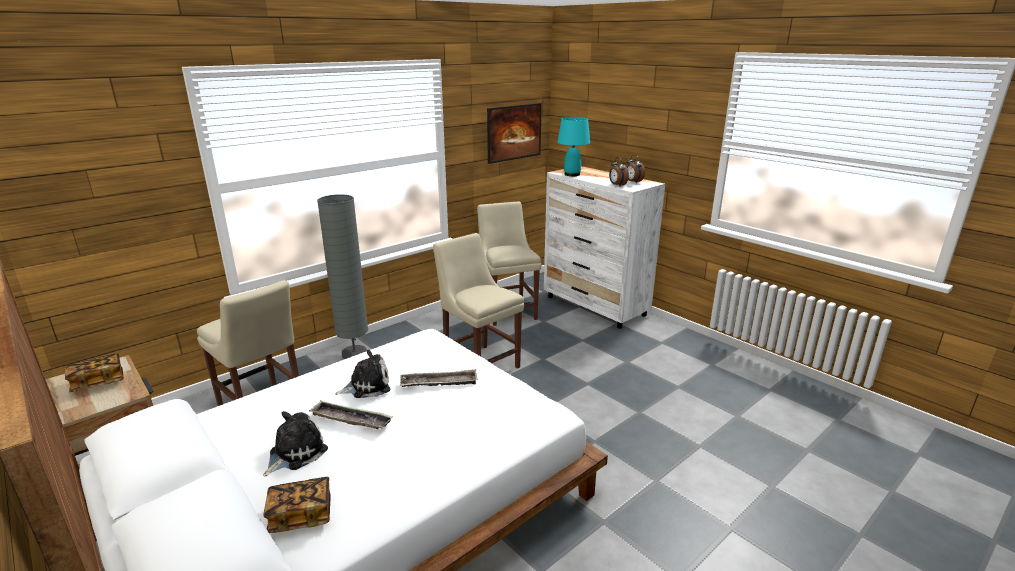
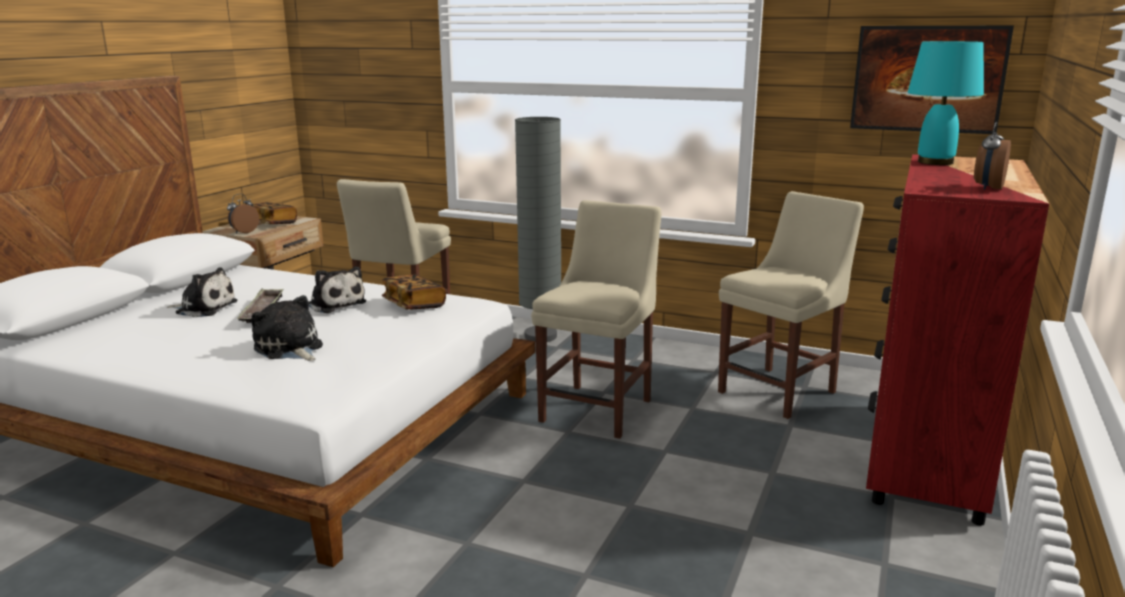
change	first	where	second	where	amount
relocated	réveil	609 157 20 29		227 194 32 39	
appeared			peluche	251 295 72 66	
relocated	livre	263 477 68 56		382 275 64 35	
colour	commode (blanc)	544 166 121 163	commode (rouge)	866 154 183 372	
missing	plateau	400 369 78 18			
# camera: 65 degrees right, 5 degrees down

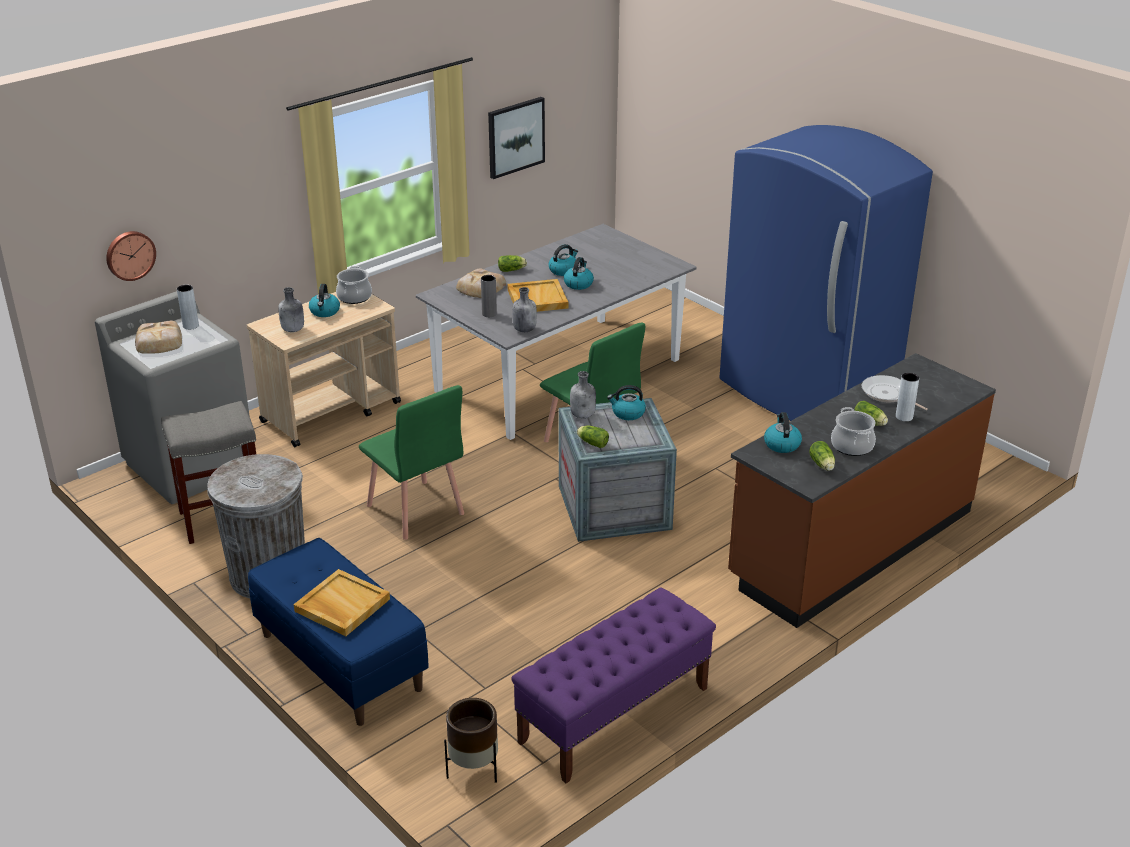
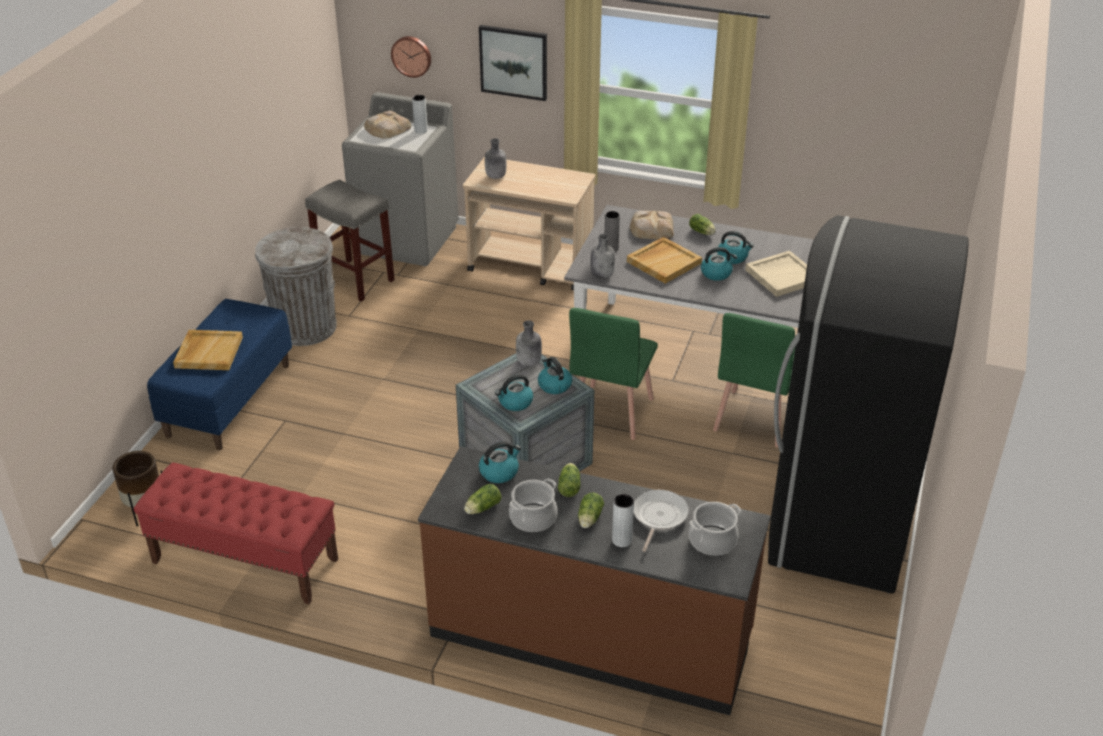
change	first	where	second	where	amount
colour	banc (violet)	511 587 205 196	banc (rouge)	134 462 204 143	
relocated	tableau	488 97 57 82		479 25 68 76	
relocated	bouilloire	309 284 31 33		495 374 38 37	
relocated	laitue	577 425 32 23		558 463 23 34	
relocated	marmite	336 266 36 38		689 502 52 54	
relocated	chaise (vert)	359 385 105 155		713 313 82 135	
appeared			plateau (beige)	745 251 62 46	
colour	réfrigérateur (bleu)	719 125 214 296	réfrigérateur (noir)	768 215 201 378	
# camera: 60 degrees right, 5 degrees up

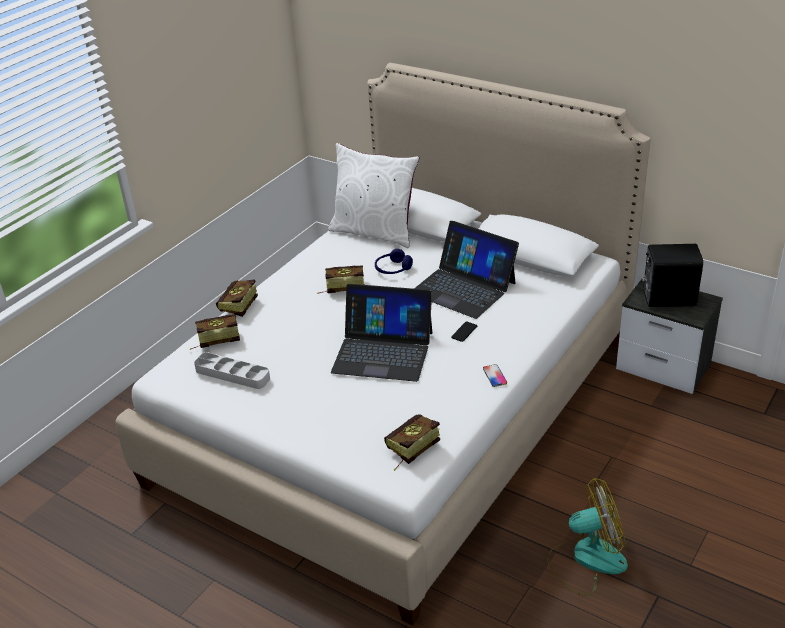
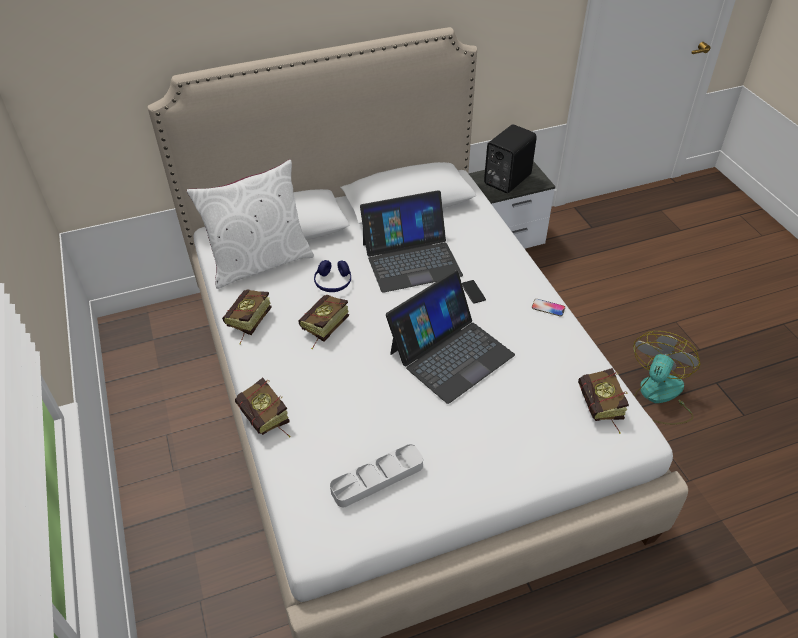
change	first	where	second	where	amount
relocated	livre	190 314 50 36		222 289 50 56	
# camera: 55 degrees left, 10 degrees up

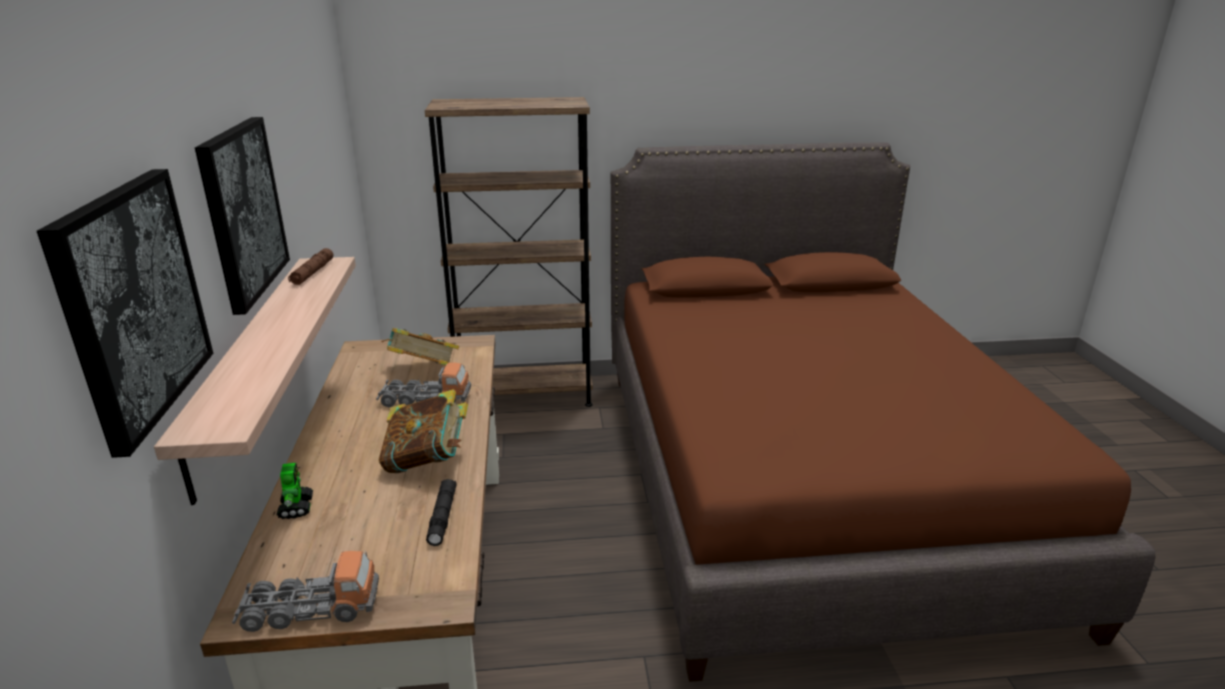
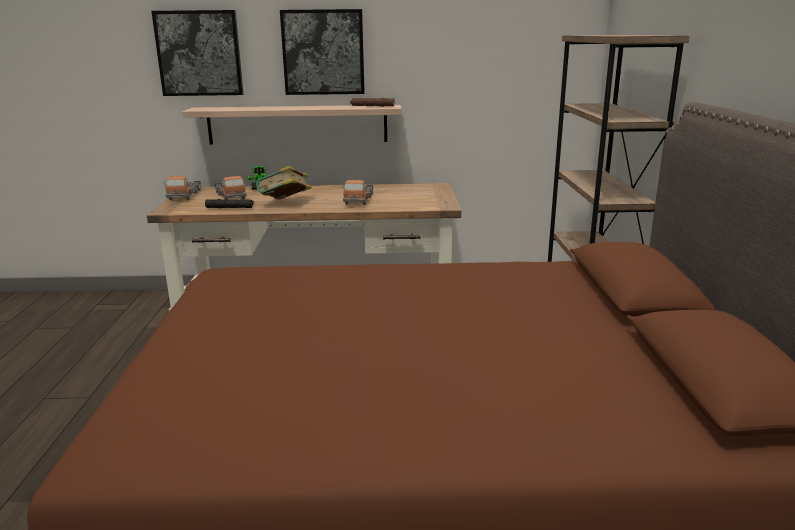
change	first	where	second	where	amount
appeared			camion jouet	215 176 32 24	
missing	livre	381 328 78 37			
# camera: 95 degrees right, 5 degrees down

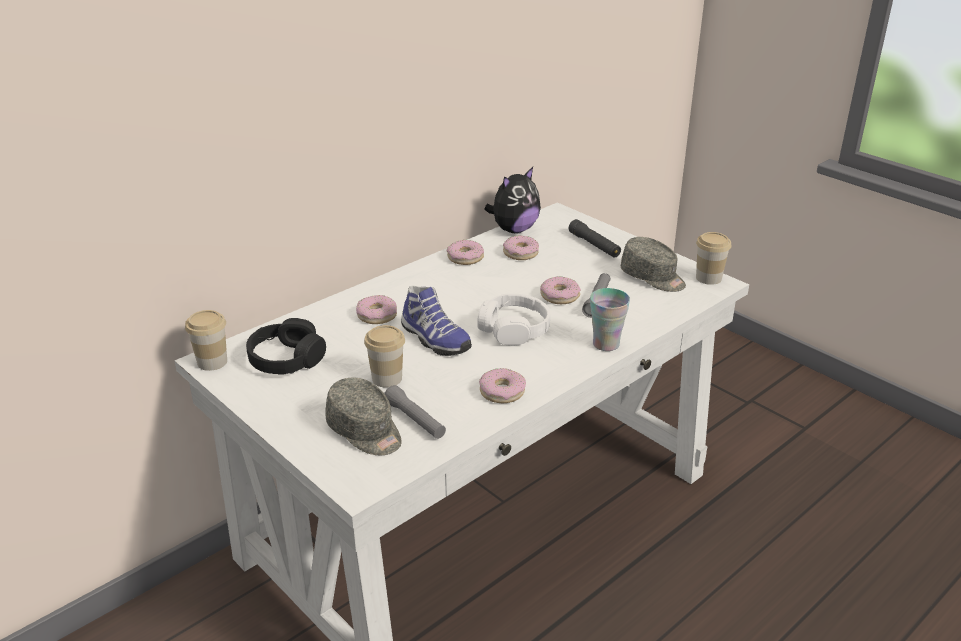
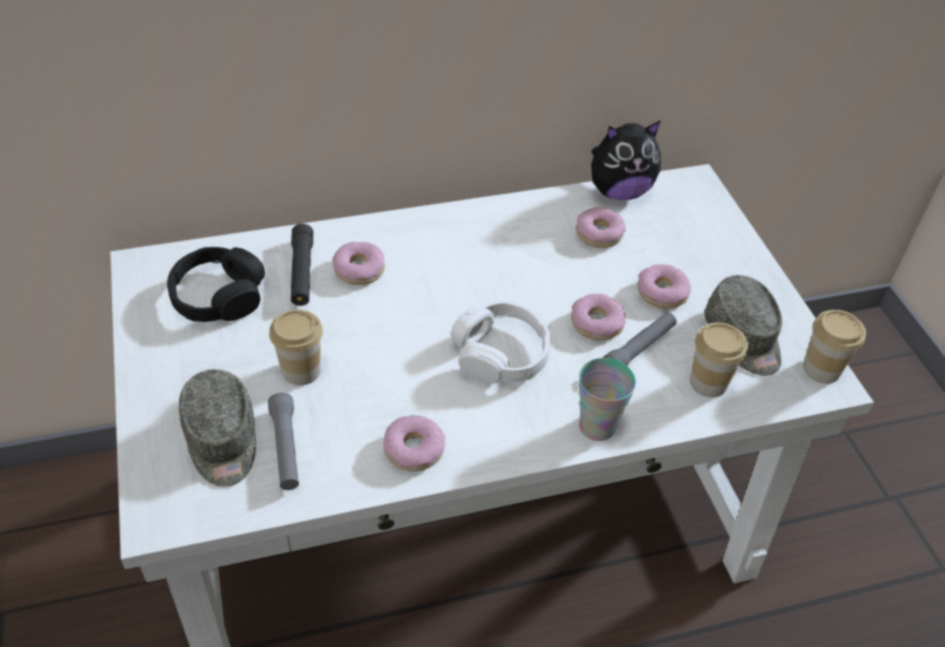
change	first	where	second	where	amount
relocated	lampe de poche (noir)	569 219 52 39		291 224 22 82	
relocated	beignet	447 240 37 25		637 264 54 44	
relocated	tasse	185 310 42 61		690 322 58 75	
missing	chaussure	401 286 71 70			
# camera: 25 degrees right, 15 degrees up

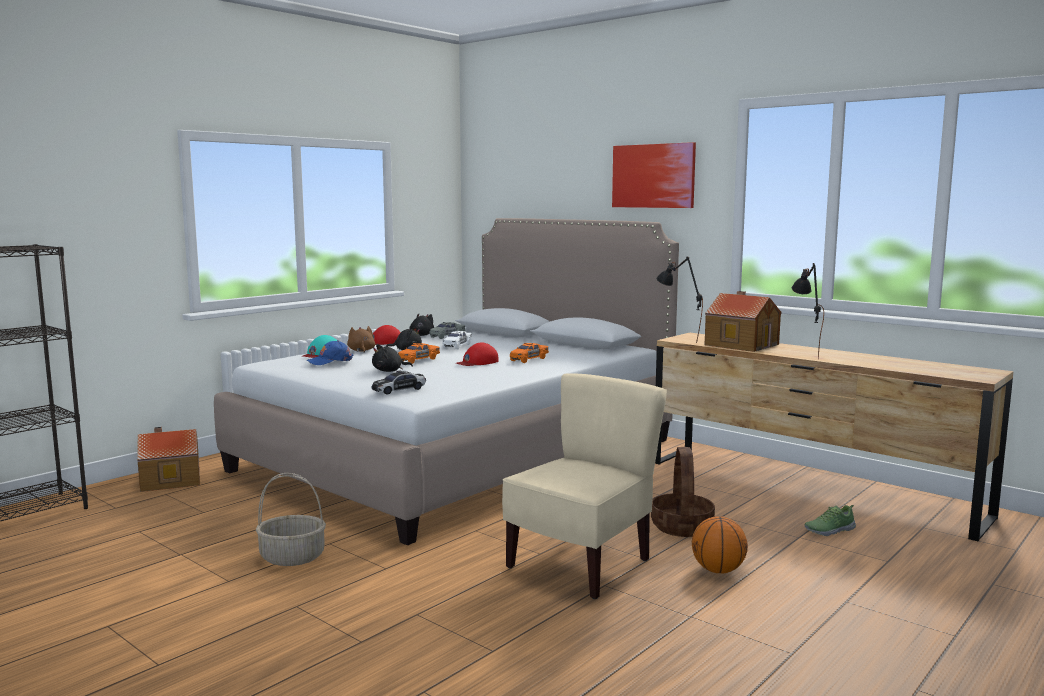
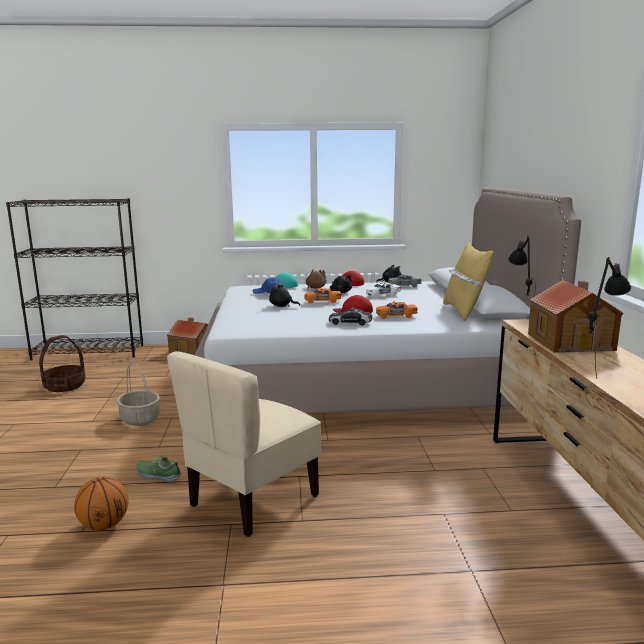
change	first	where	second	where	amount
relocated	panier	651 447 64 90		39 335 47 57	
relocated	ballon de basket	692 516 56 58		74 476 54 54	
relocated	chaussure	805 505 51 31		136 456 46 27	
spun	chaise (beige)	502 373 165 226		167 352 154 185	135 degrees clockwise
relocated	petite voiture	372 370 54 25		329 308 44 17	
appeared			coussin (jaune)	443 242 50 79	
missing	tableau	612 142 84 66			
# camera: 45 degrees right, 5 degrees up

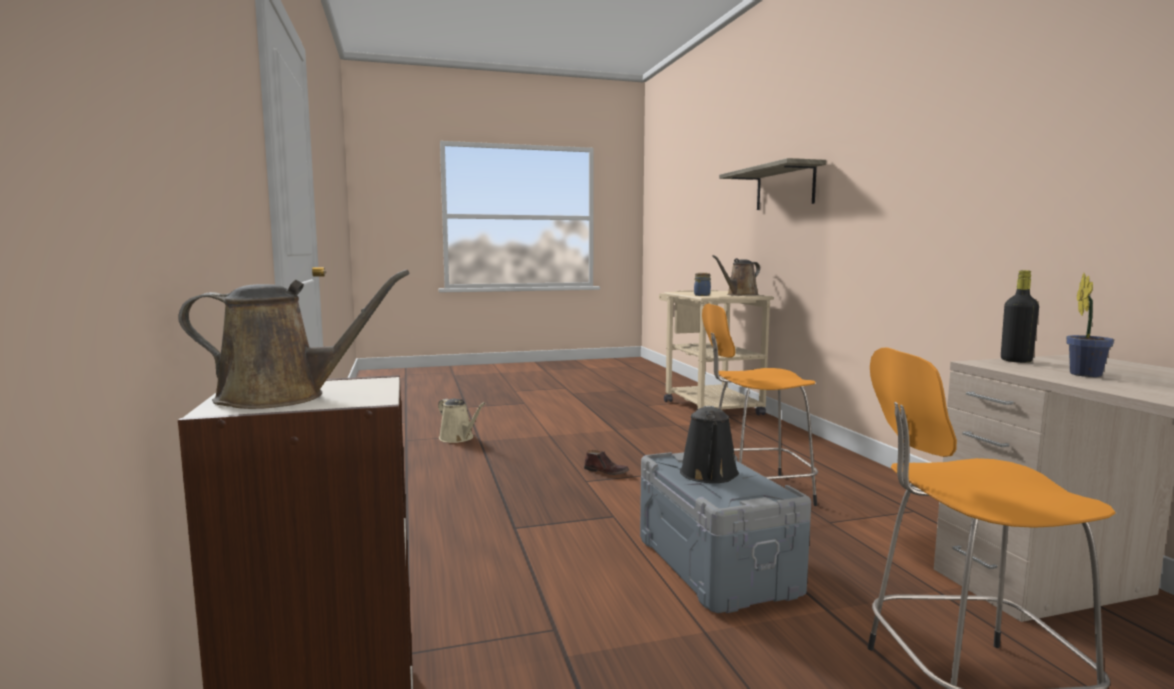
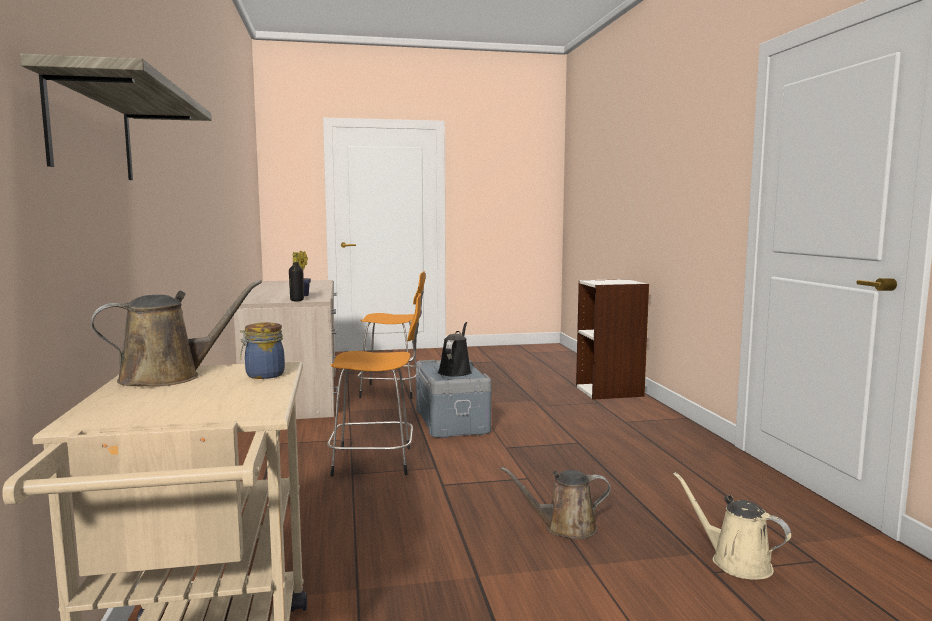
change	first	where	second	where	amount
relocated	arrosoir (marron)	178 269 232 140		500 467 111 72	
missing	chaussure (marron)	584 450 45 25			
# camera: 175 degrees left, 0 degrees up

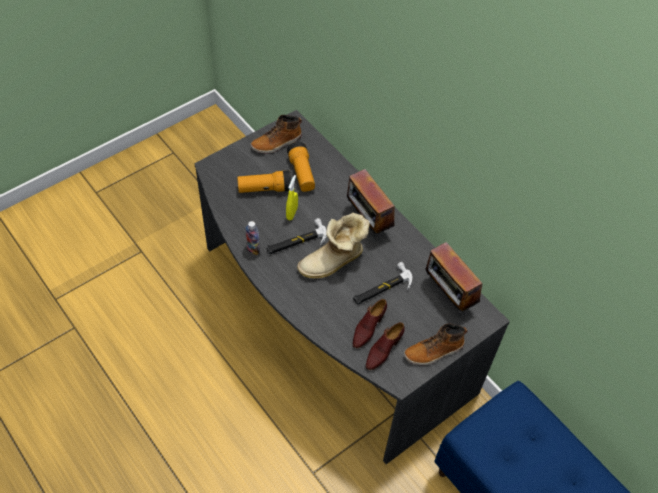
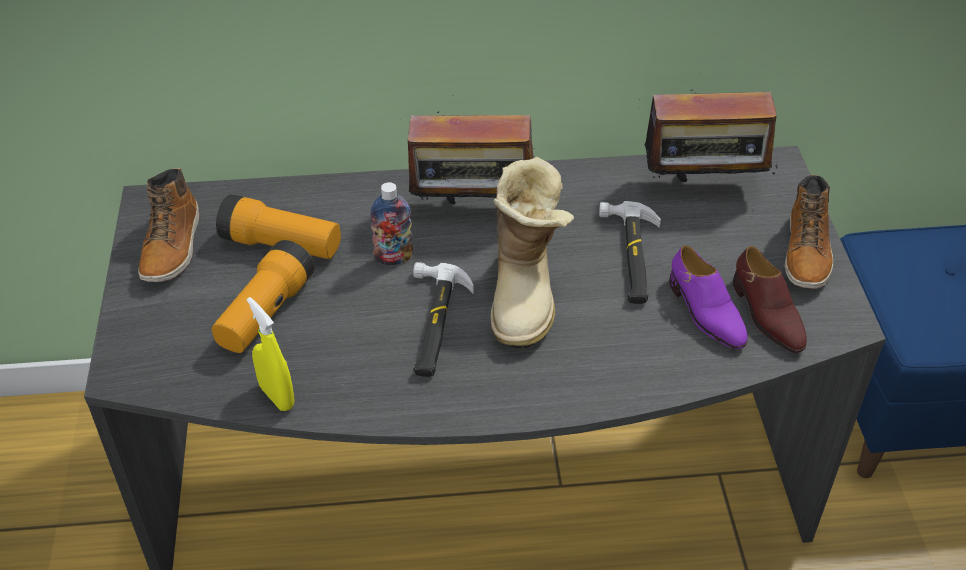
change	first	where	second	where	amount
relocated	vaporisateur (jaune)	286 175 12 45		247 297 47 114	
relocated	bouteille	245 221 15 34		370 182 43 83	
colour	chaussure (marron)	352 299 35 49	chaussure (violet)	669 245 79 104	
# camera: 55 degrees left, 10 degrees down

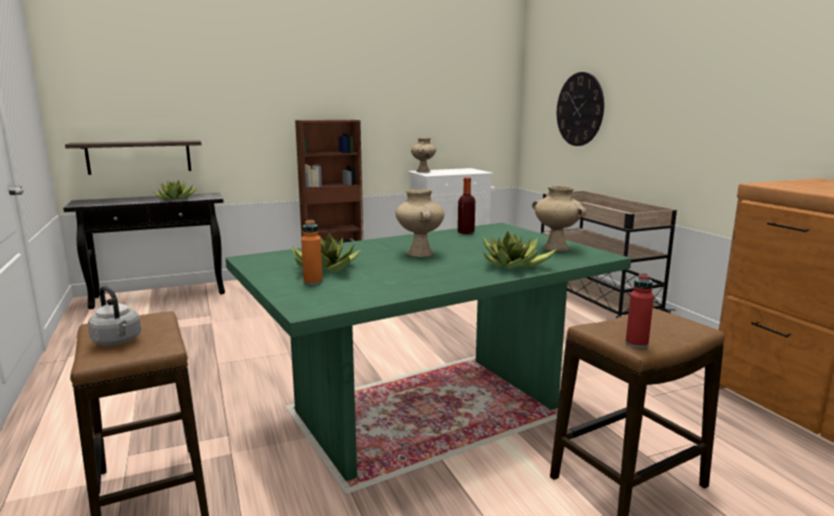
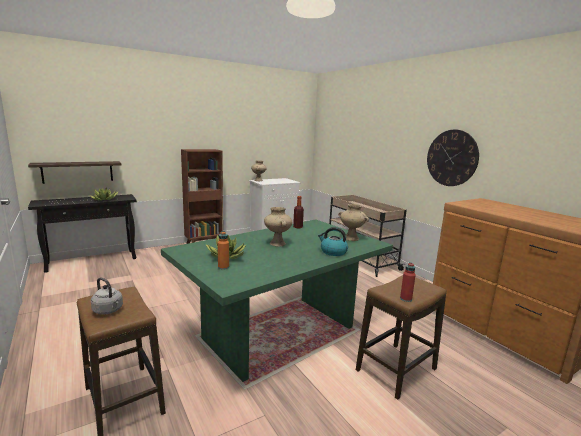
change	first	where	second	where	amount
exchanged	plante en pot	482 230 75 39	bouilloire	318 227 30 29	
relocated	horloge murale	557 72 47 74		427 130 52 56	
# camera: 10 degrees left, 0 degrees up

